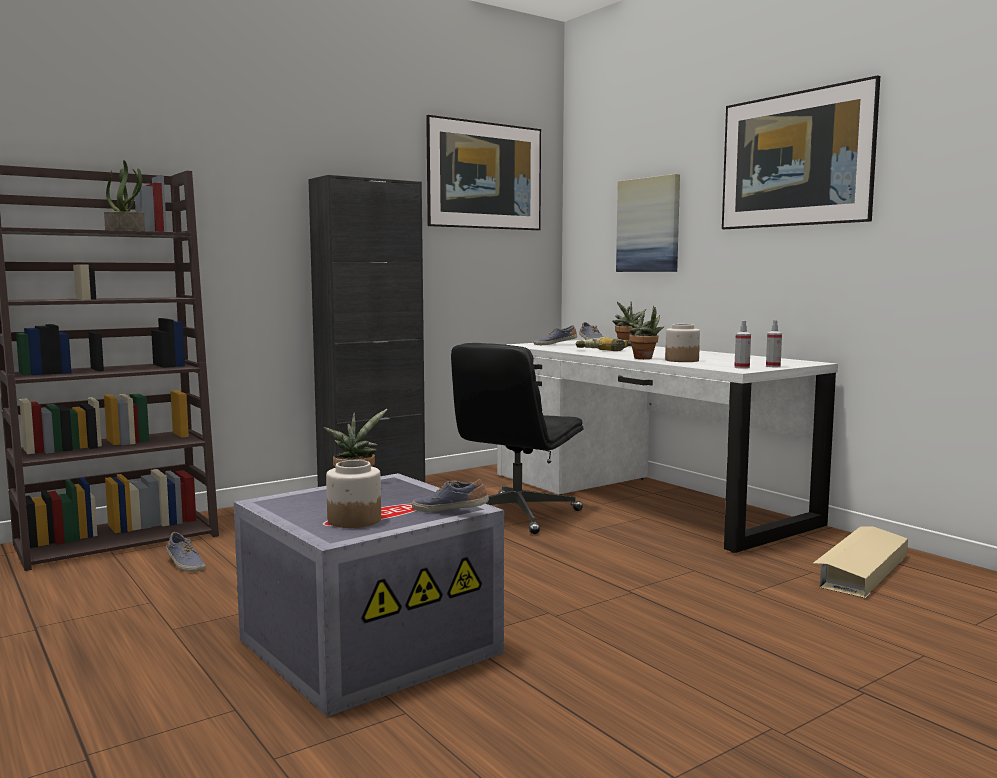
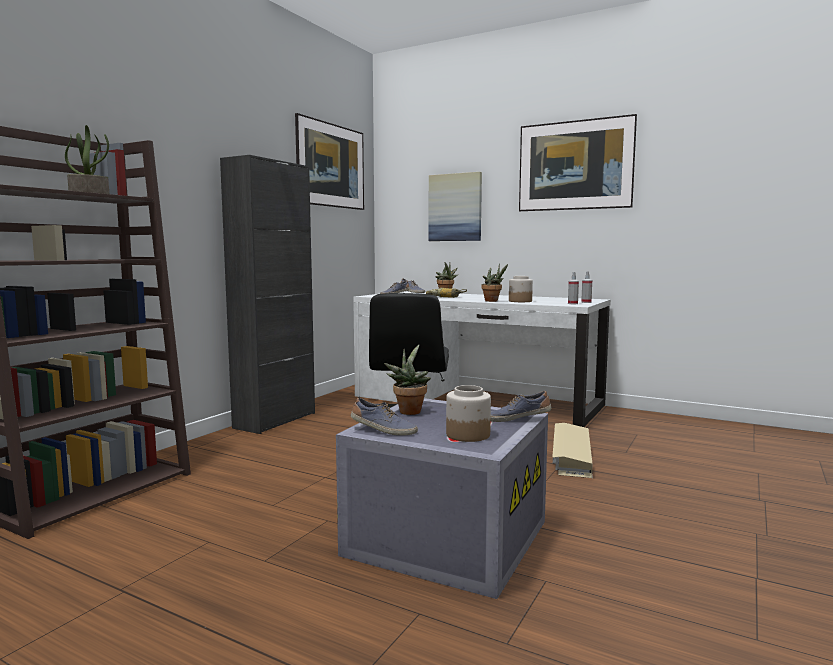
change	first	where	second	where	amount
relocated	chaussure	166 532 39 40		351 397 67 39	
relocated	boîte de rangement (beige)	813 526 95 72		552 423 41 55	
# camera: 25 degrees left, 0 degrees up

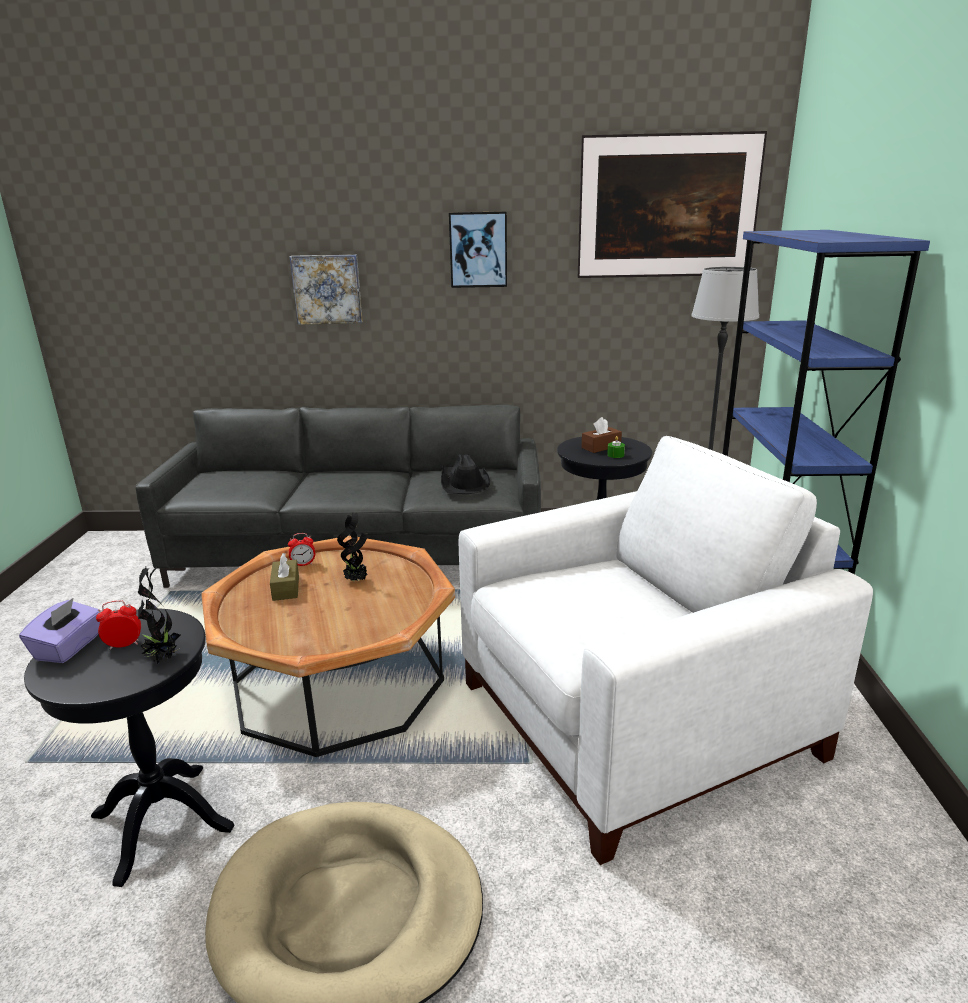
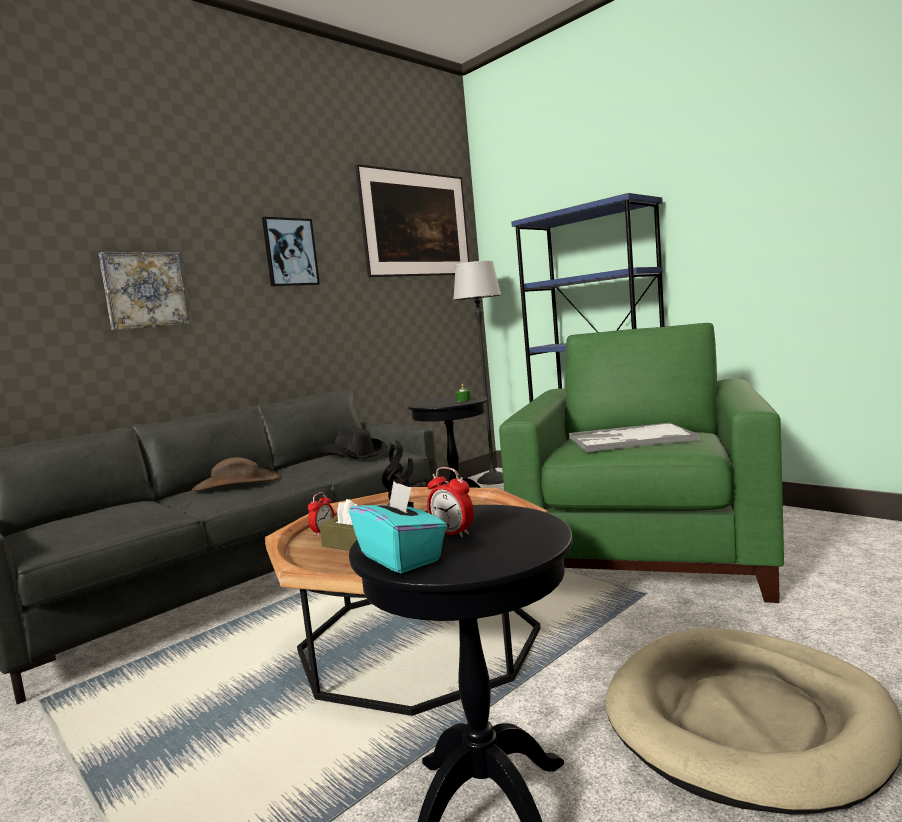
change	first	where	second	where	amount
appeared			chapeau (marron)	192 457 87 34	
colour	boîte à mouchoirs (violet)	19 597 81 66	boîte à mouchoirs (turquoise)	349 481 98 92	
spun	réveil	96 600 45 50		427 467 47 71	75 degrees counterclockwise
colour	fauteuil (blanc)	459 436 414 429	fauteuil (vert)	499 323 285 280	
appeared			plateau	569 422 130 30	
missing	plante en pot	138 566 42 98			
missing	boîte à mouchoirs (marron)	582 417 40 36			
# camera: 45 degrees left, 15 degrees down

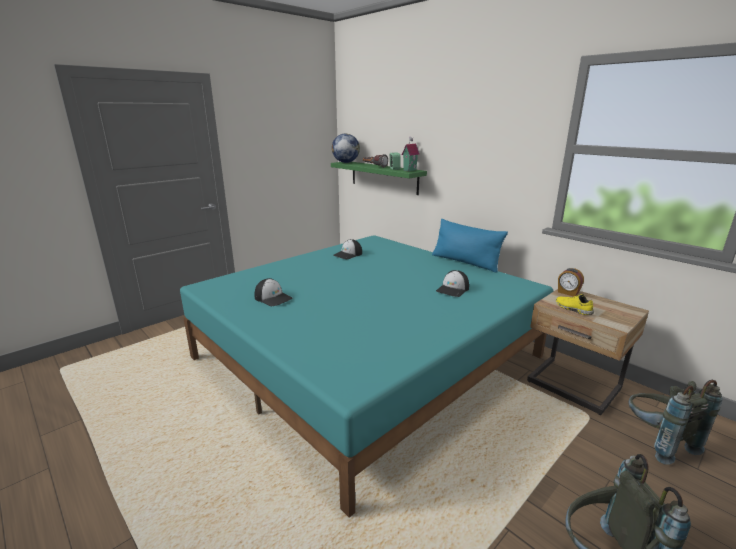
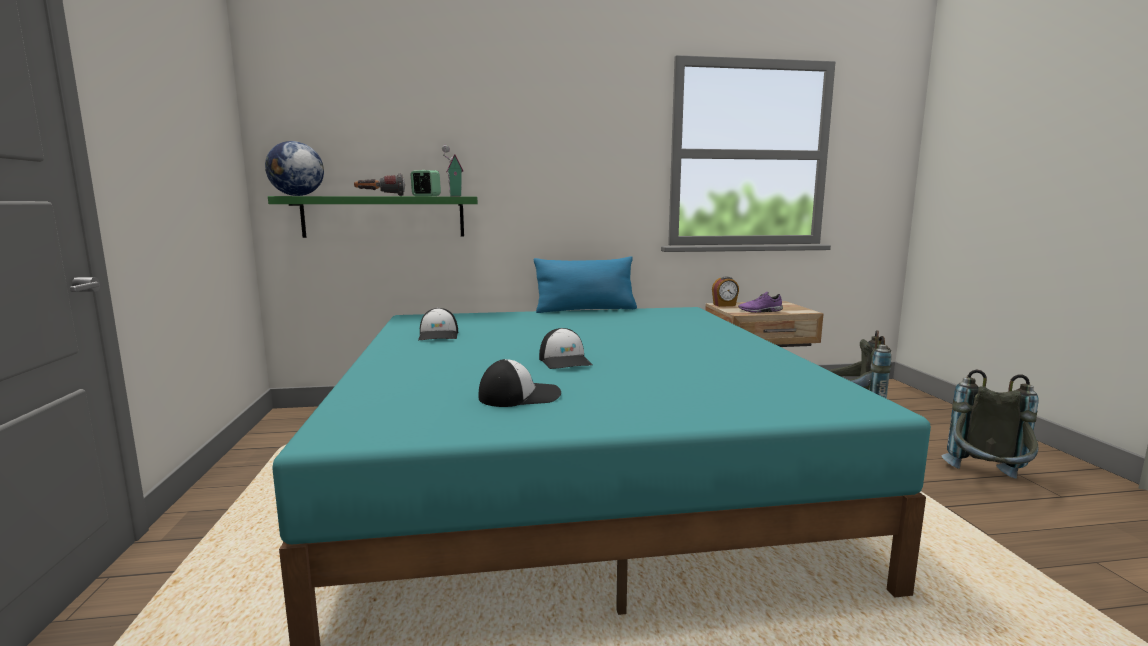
change	first	where	second	where	amount
relocated	casquette	436 270 33 27		539 328 54 41	
colour	chaussure (jaune)	556 294 38 21	chaussure (violet)	738 292 45 21	
# camera: 55 degrees left, 10 degrees down

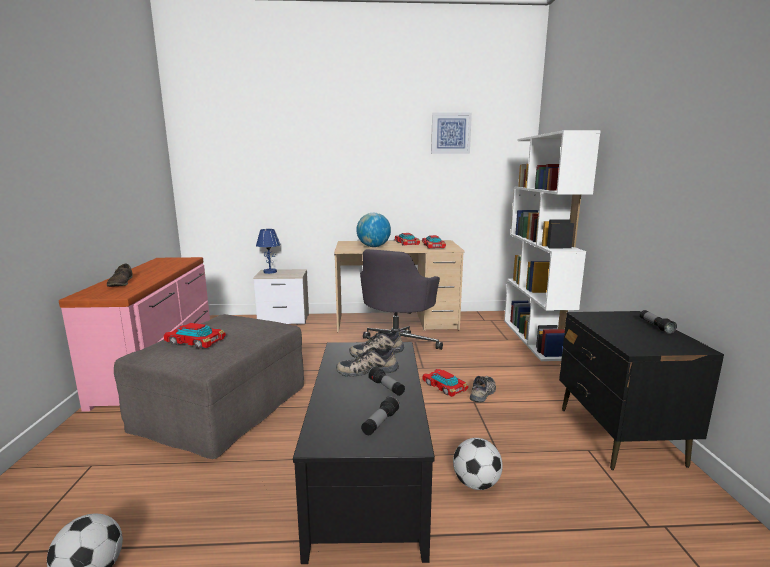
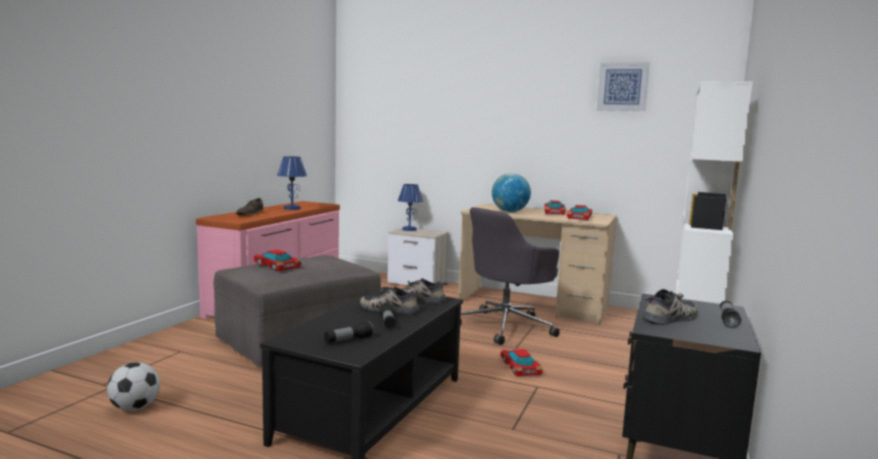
change	first	where	second	where	amount
appeared			lampe de table (bleu)	277 156 30 54	
relocated	chaussure	470 376 26 26		642 289 56 36	
missing	ballon de foot	453 438 50 52			
# camera: 25 degrees right, 5 degrees down

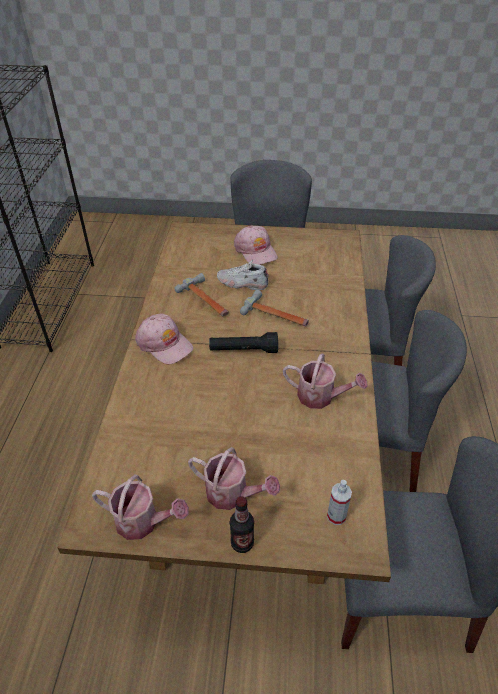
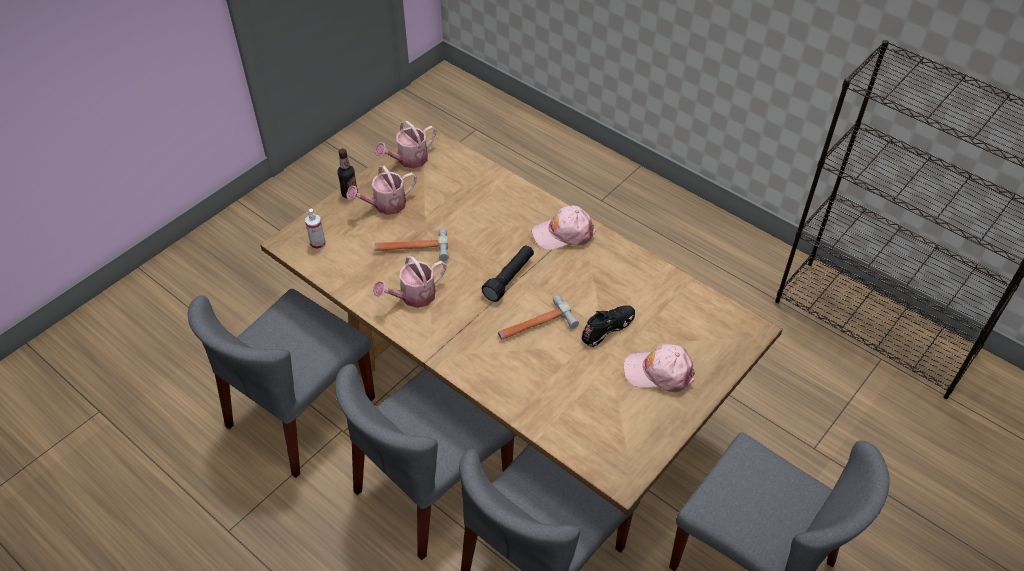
change	first	where	second	where	amount
relocated	marteau	175 273 54 44		375 228 74 33	
colour	chaussure (blanc)	217 260 51 30	chaussure (noir)	581 305 54 42	
# camera: 125 degrees right, 5 degrees up

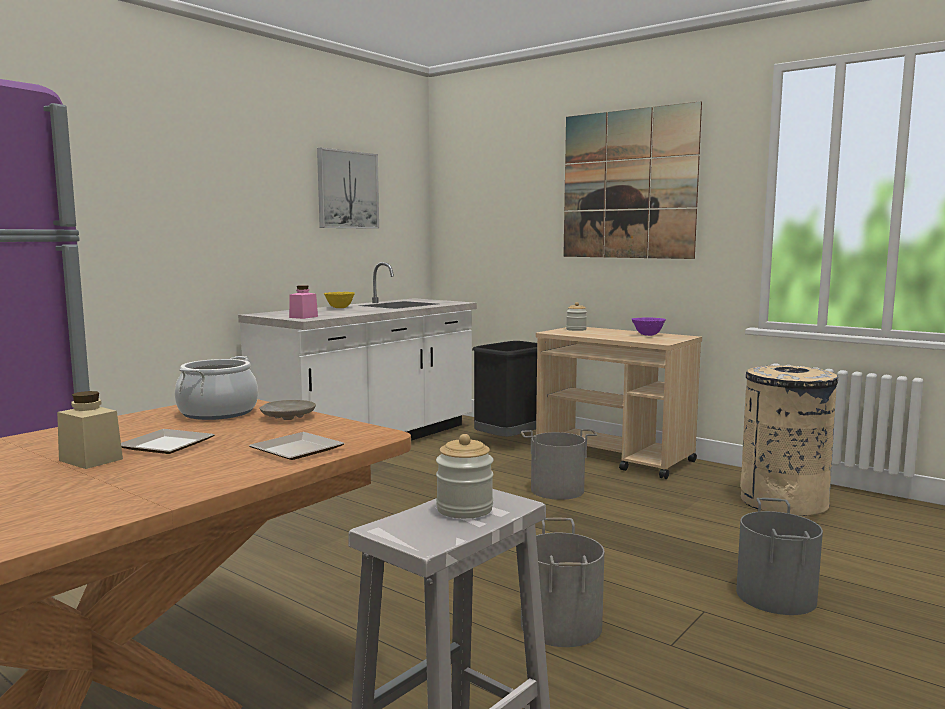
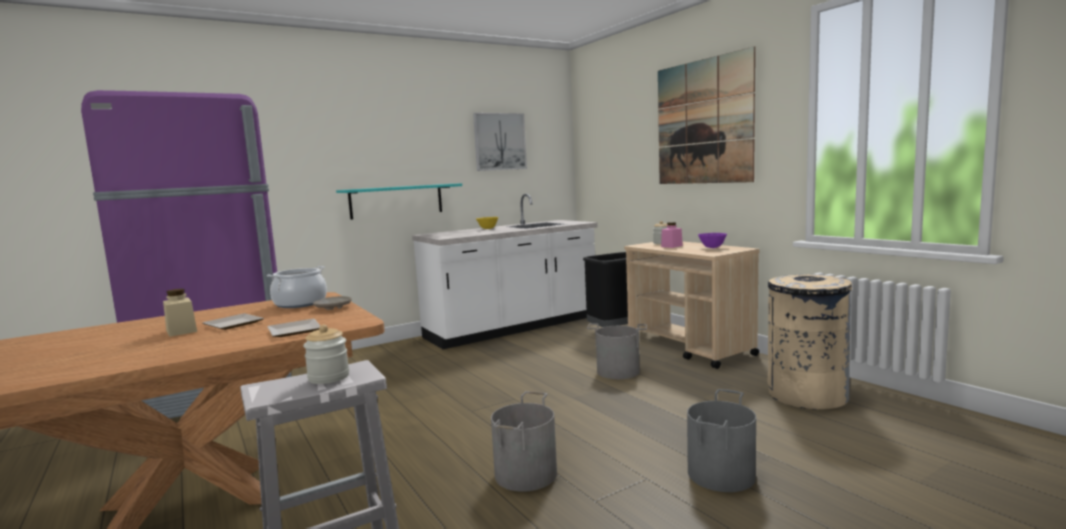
change	first	where	second	where	amount
appeared			étagère (turquoise)	336 183 126 37	
relocated	bocal (rose)	289 285 29 34		661 222 22 26	
# camera: 20 degrees right, 0 degrees up

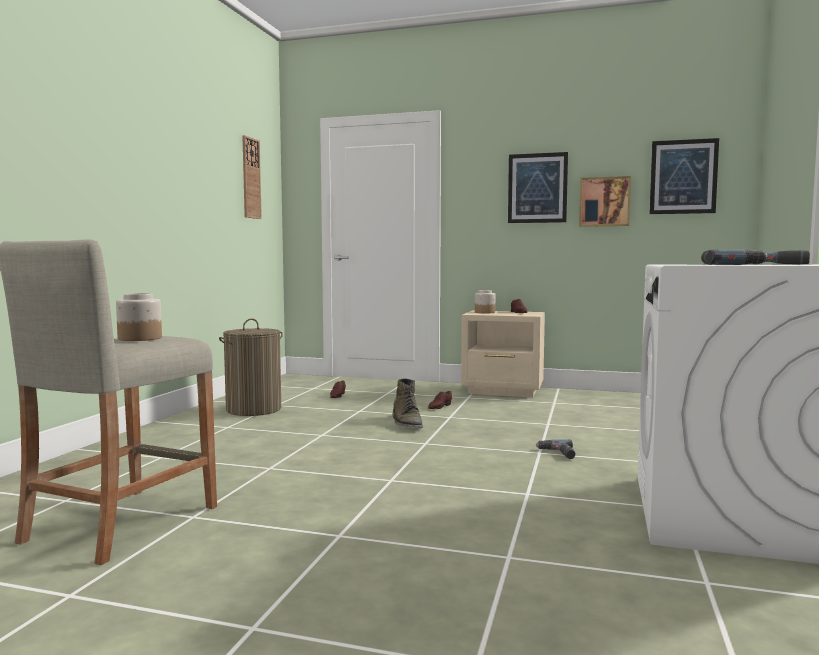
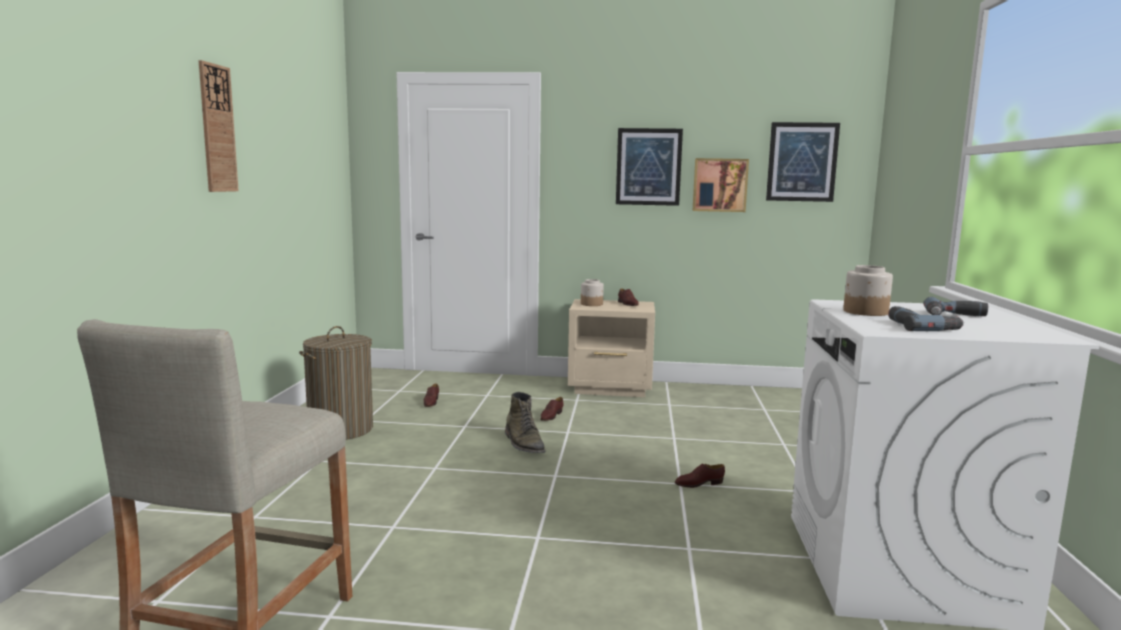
change	first	where	second	where	amount
relocated	horloge murale	242 135 20 84		199 60 40 132	
exchanged	perceuse	536 439 39 20	chaussure (marron)	675 464 50 24	
relocated	bocal	116 293 46 48		843 265 50 51	
# camera: 10 degrees left, 5 degrees up

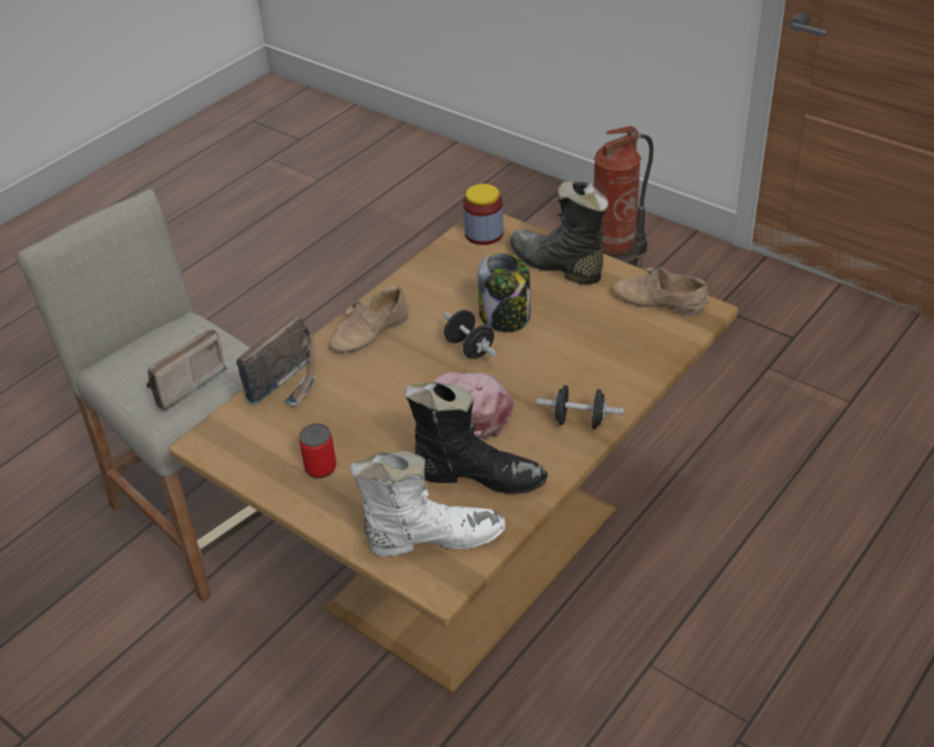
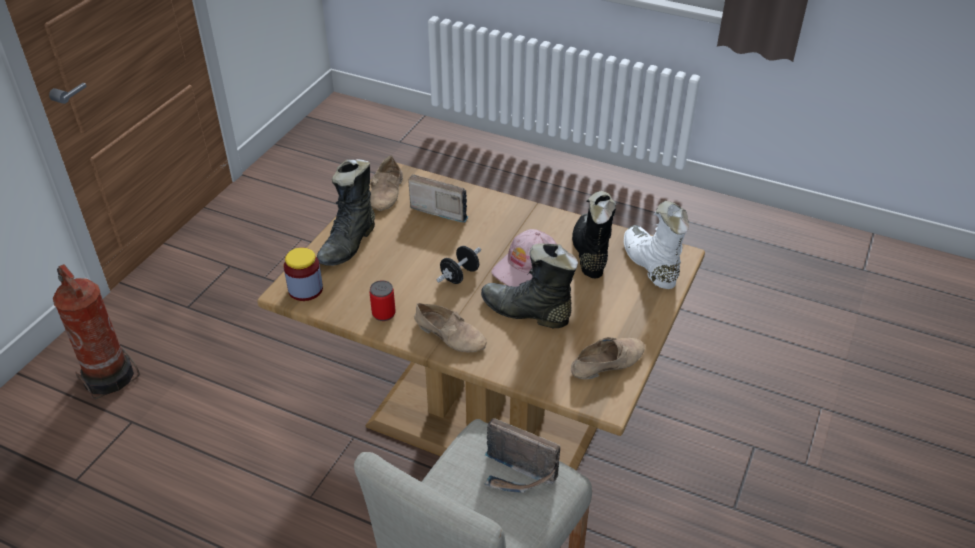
change	first	where	second	where	amount
relocated	boîte métallique	299 423 37 56		369 280 27 41	
relocated	radio	236 315 80 92		408 174 60 49	
appeared			botte (noir)	481 243 97 86	
appeared			chaussure (beige)	571 337 74 42	
missing	bocal	478 252 52 80			
missing	haltère (noir)	537 385 87 44			
# camera: 105 degrees left, 0 degrees up

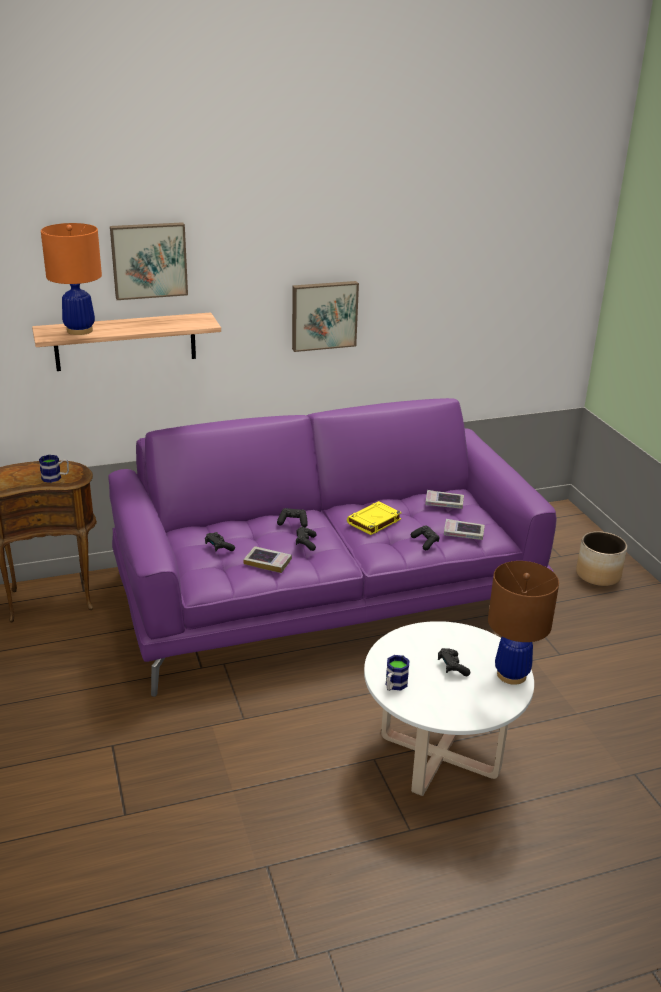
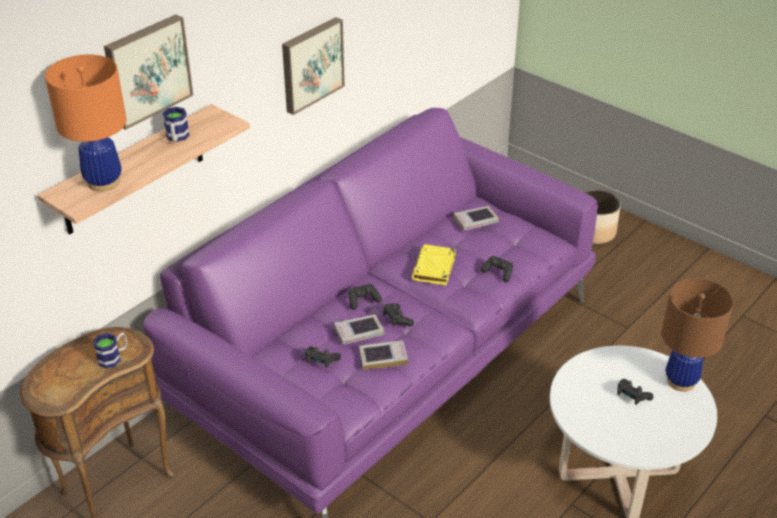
change	first	where	second	where	amount
relocated	mug	386 655 23 36		163 107 26 35	
relocated	livre	444 519 41 21		334 315 51 30	
# camera: 30 degrees left, 10 degrees up

